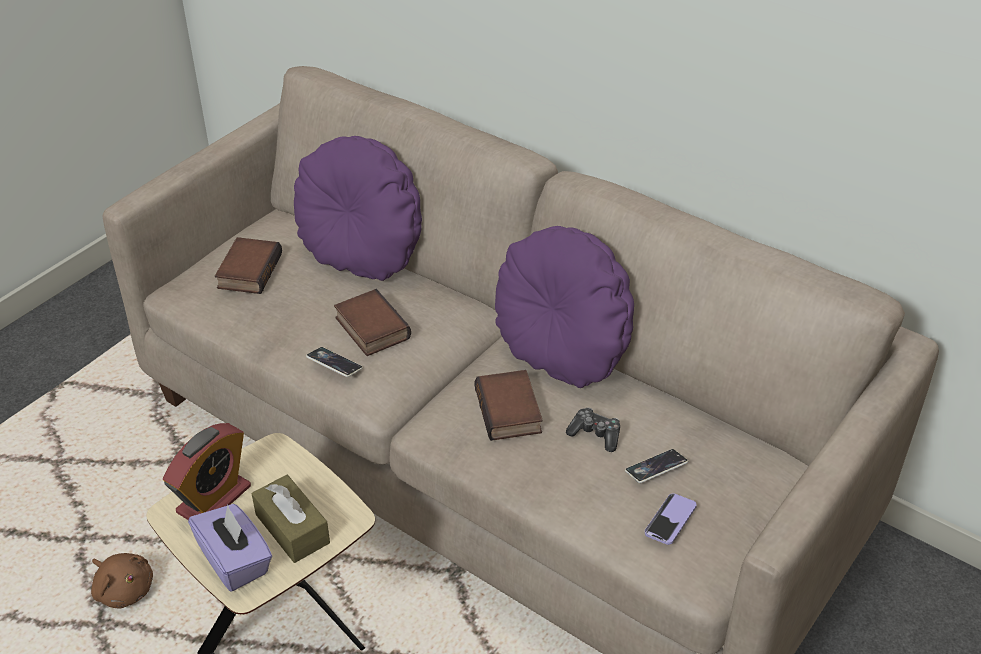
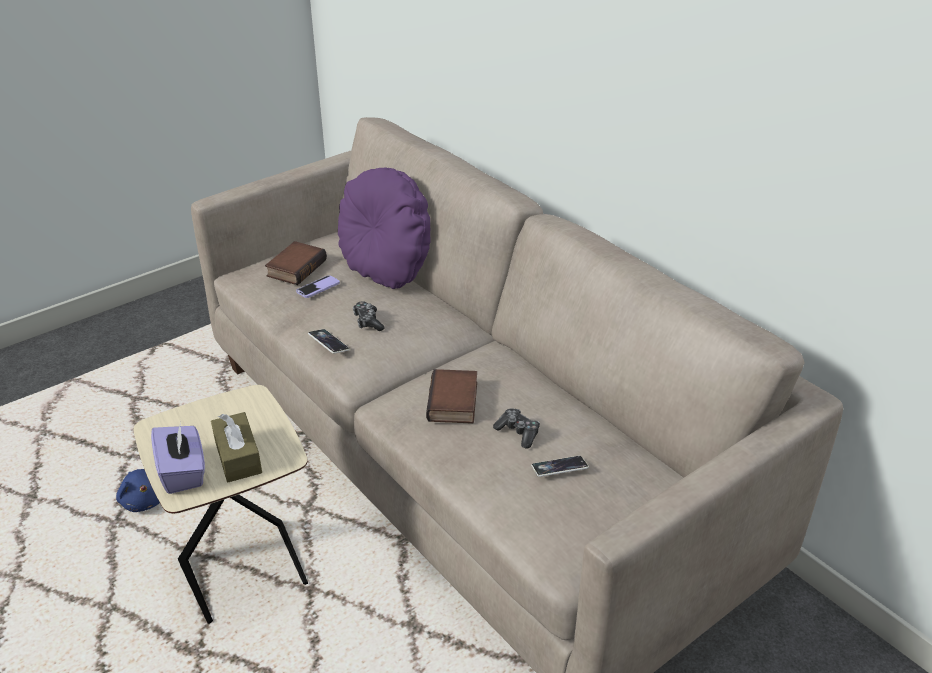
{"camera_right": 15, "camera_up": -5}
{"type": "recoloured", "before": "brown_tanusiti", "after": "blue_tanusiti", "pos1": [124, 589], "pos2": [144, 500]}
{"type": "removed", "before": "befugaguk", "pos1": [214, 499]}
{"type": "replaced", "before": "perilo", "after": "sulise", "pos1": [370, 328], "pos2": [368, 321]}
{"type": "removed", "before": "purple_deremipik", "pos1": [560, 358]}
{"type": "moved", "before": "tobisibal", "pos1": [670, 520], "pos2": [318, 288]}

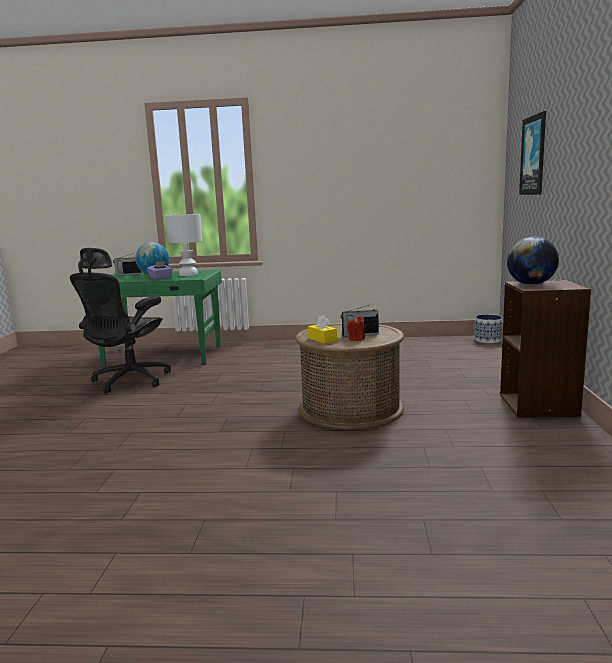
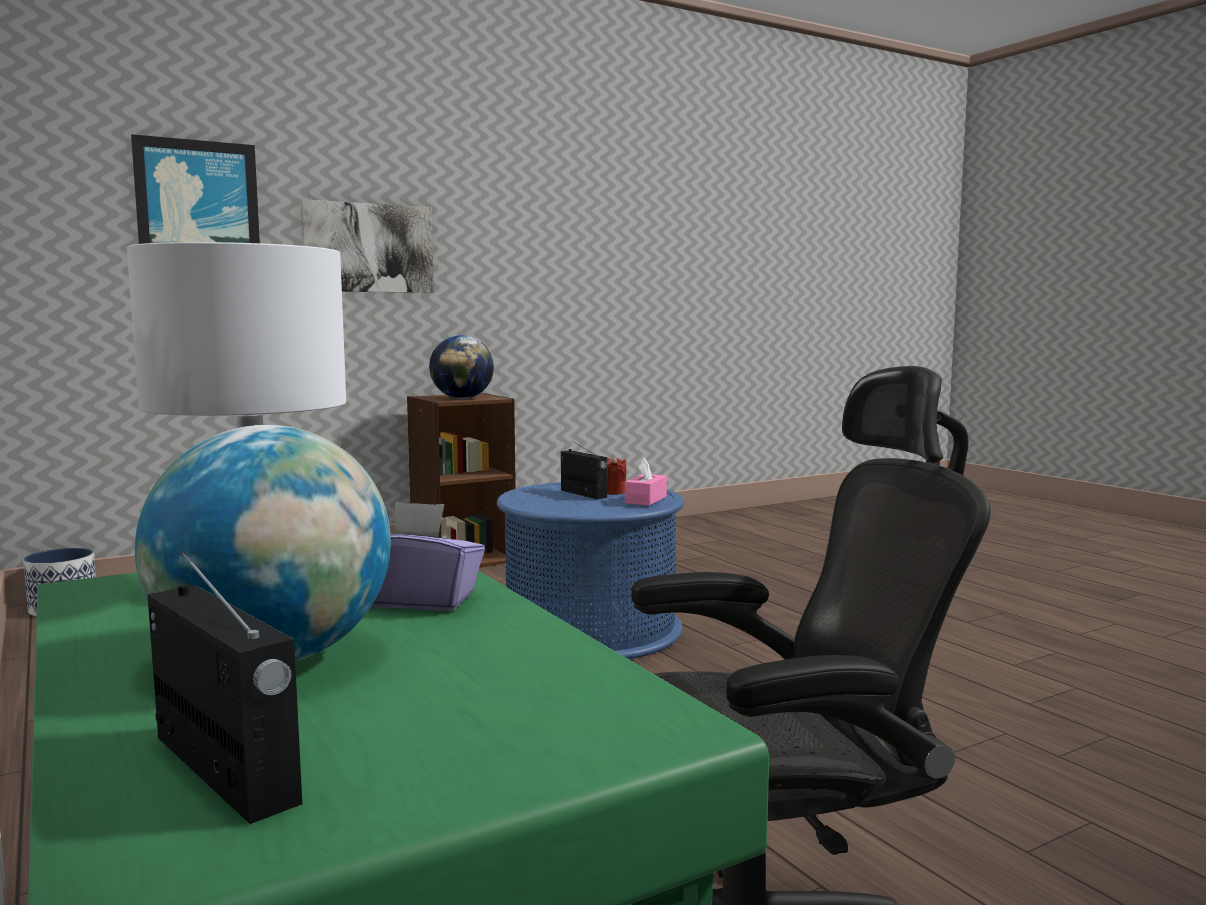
{"camera_right": -125, "camera_up": -5}
{"type": "recoloured", "before": "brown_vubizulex", "after": "blue_vubizulex", "pos1": [351, 409], "pos2": [590, 629]}
{"type": "recoloured", "before": "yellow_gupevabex", "after": "pink_gupevabex", "pos1": [322, 339], "pos2": [646, 500]}
{"type": "added", "after": "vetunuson", "pos2": [368, 248]}

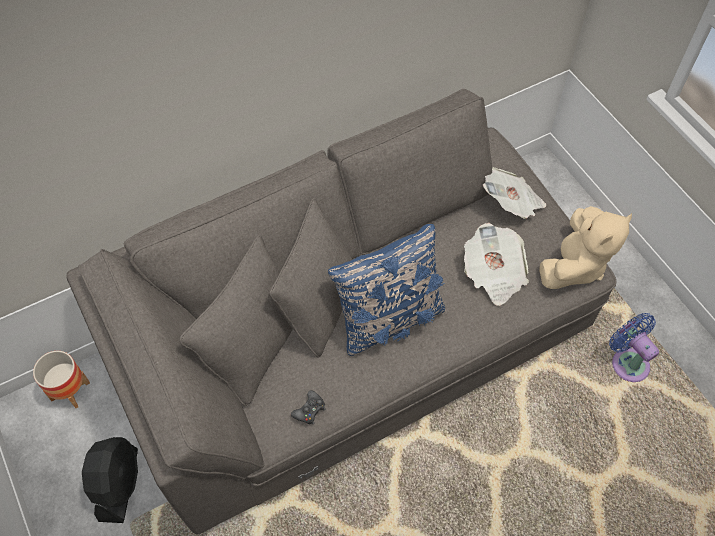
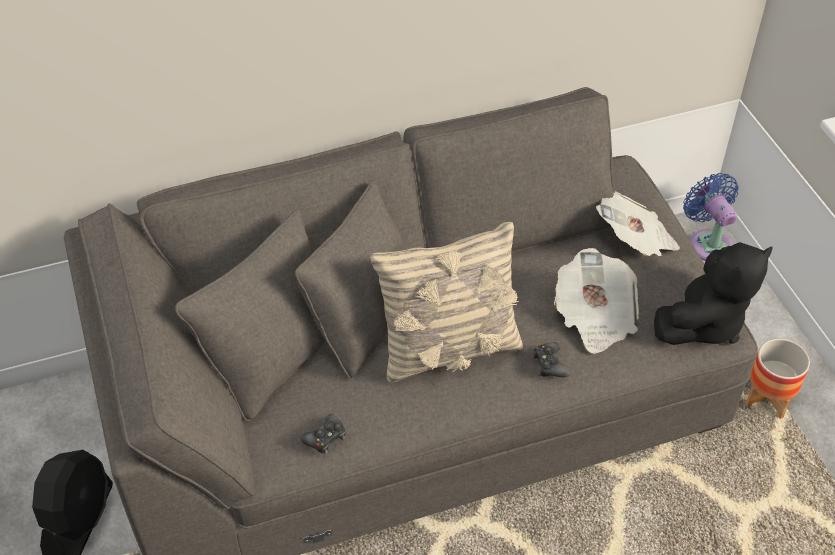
{"camera_right": 10, "camera_up": -10}
{"type": "moved", "before": "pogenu", "pos1": [70, 391], "pos2": [768, 399]}
{"type": "recoloured", "before": "blue_deremipik", "after": "beige_deremipik", "pos1": [389, 320], "pos2": [449, 350]}
{"type": "recoloured", "before": "beige_tanusiti", "after": "black_tanusiti", "pos1": [574, 265], "pos2": [703, 323]}
{"type": "moved", "before": "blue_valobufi", "pos1": [627, 361], "pos2": [708, 242]}
{"type": "added", "after": "black_sulise", "pos2": [549, 364]}

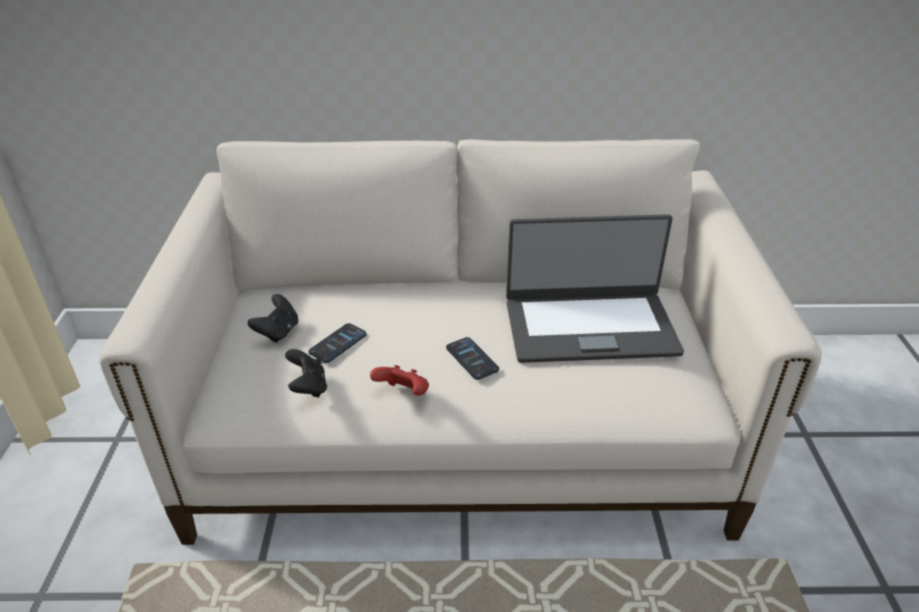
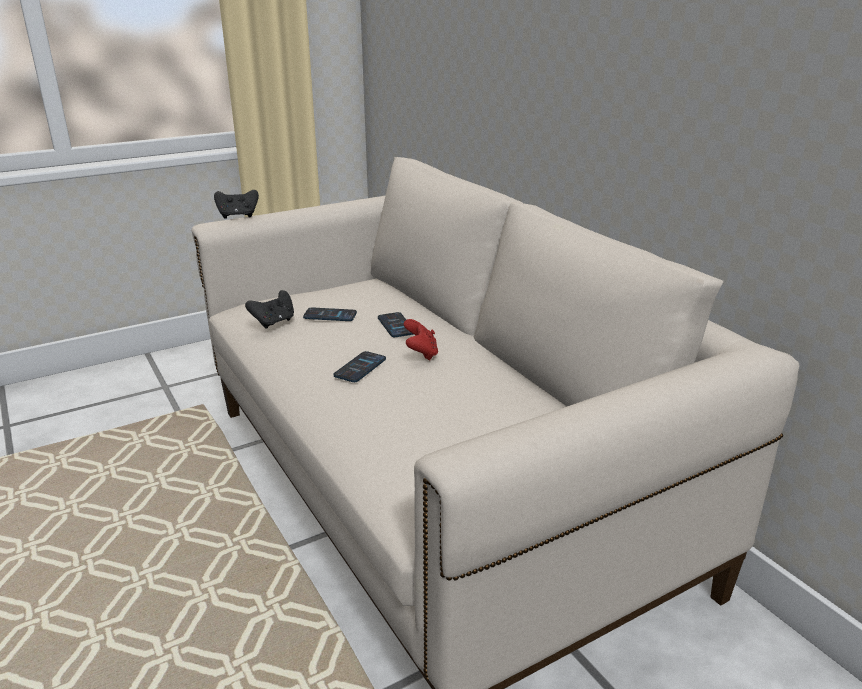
{"camera_right": 60, "camera_up": -10}
{"type": "moved", "before": "black_sulise", "pos1": [278, 332], "pos2": [238, 216]}
{"type": "moved", "before": "red_sulise", "pos1": [403, 394], "pos2": [421, 354]}
{"type": "removed", "before": "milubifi", "pos1": [589, 326]}
{"type": "added", "after": "tobisibal", "pos2": [396, 326]}

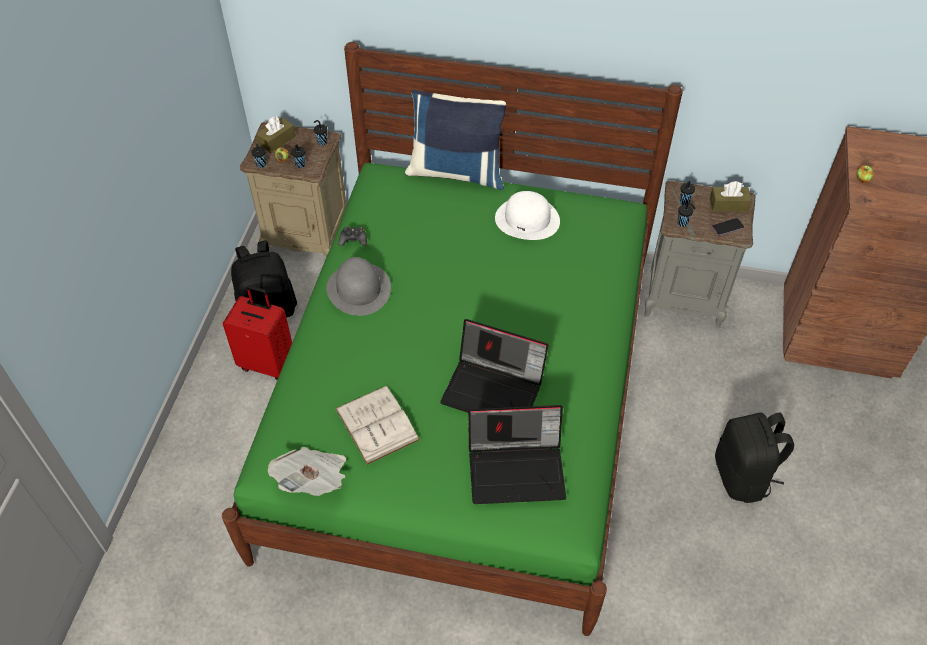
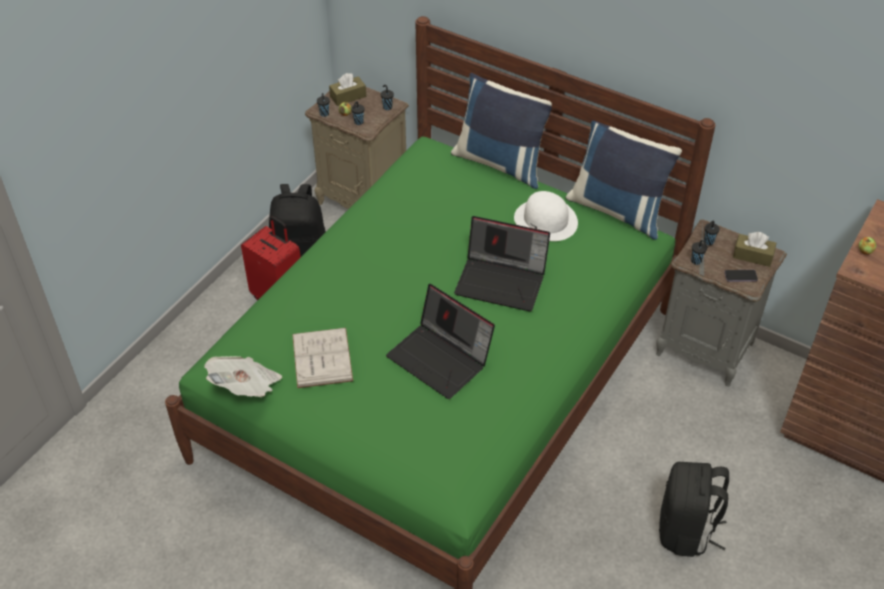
{"camera_right": 20, "camera_up": -5}
{"type": "removed", "before": "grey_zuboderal", "pos1": [359, 289]}
{"type": "removed", "before": "black_sulise", "pos1": [353, 240]}
{"type": "moved", "before": "milubifi", "pos1": [517, 468], "pos2": [502, 281]}
{"type": "added", "after": "blue_deremipik", "pos2": [618, 210]}

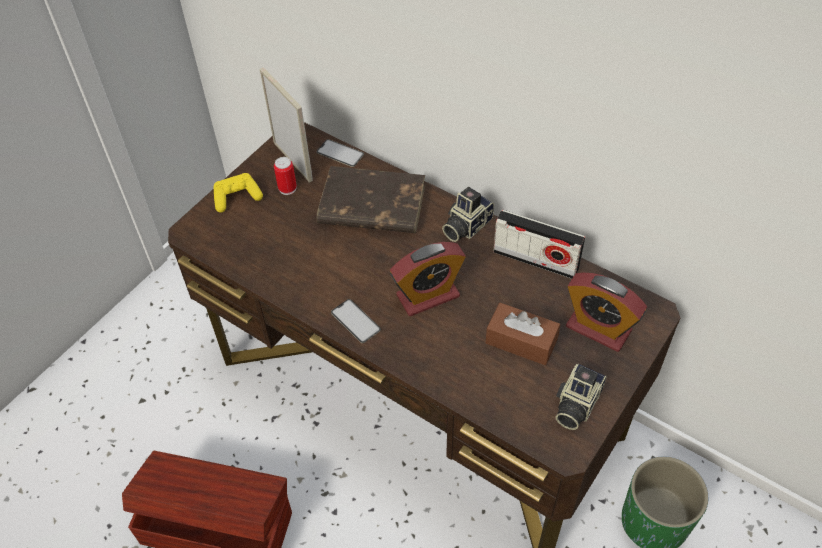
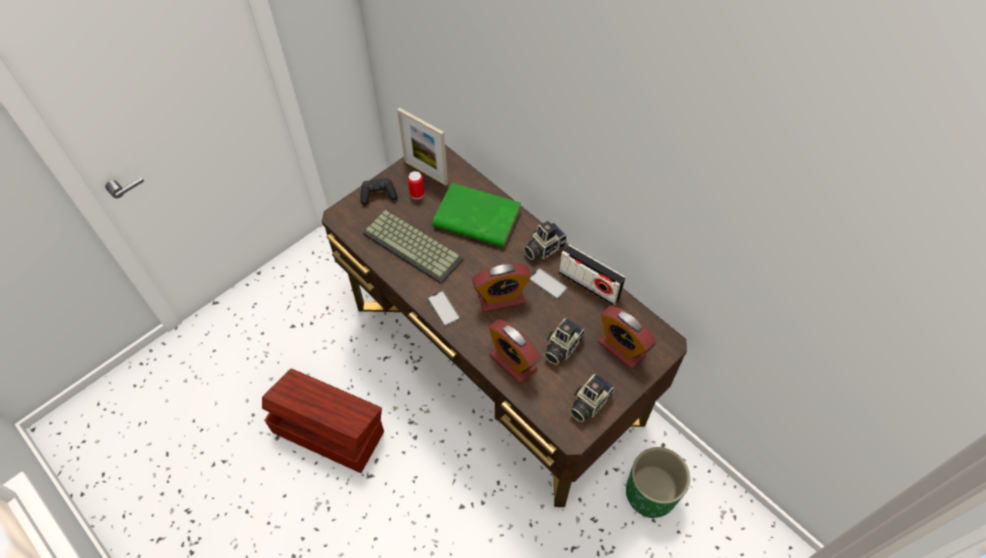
{"camera_right": 10, "camera_up": 5}
{"type": "recoloured", "before": "yellow_sulise", "after": "black_sulise", "pos1": [237, 198], "pos2": [378, 195]}
{"type": "turned", "before": "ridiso", "pos1": [293, 161], "pos2": [426, 172], "turn": 150}
{"type": "moved", "before": "tobisibal", "pos1": [340, 153], "pos2": [548, 283]}
{"type": "recoloured", "before": "brown_perilo", "after": "green_perilo", "pos1": [371, 205], "pos2": [476, 218]}
{"type": "replaced", "before": "brown_gupevabex", "after": "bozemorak", "pos1": [521, 341], "pos2": [561, 347]}
{"type": "added", "after": "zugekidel", "pos2": [414, 246]}
{"type": "added", "after": "befugaguk", "pos2": [513, 362]}

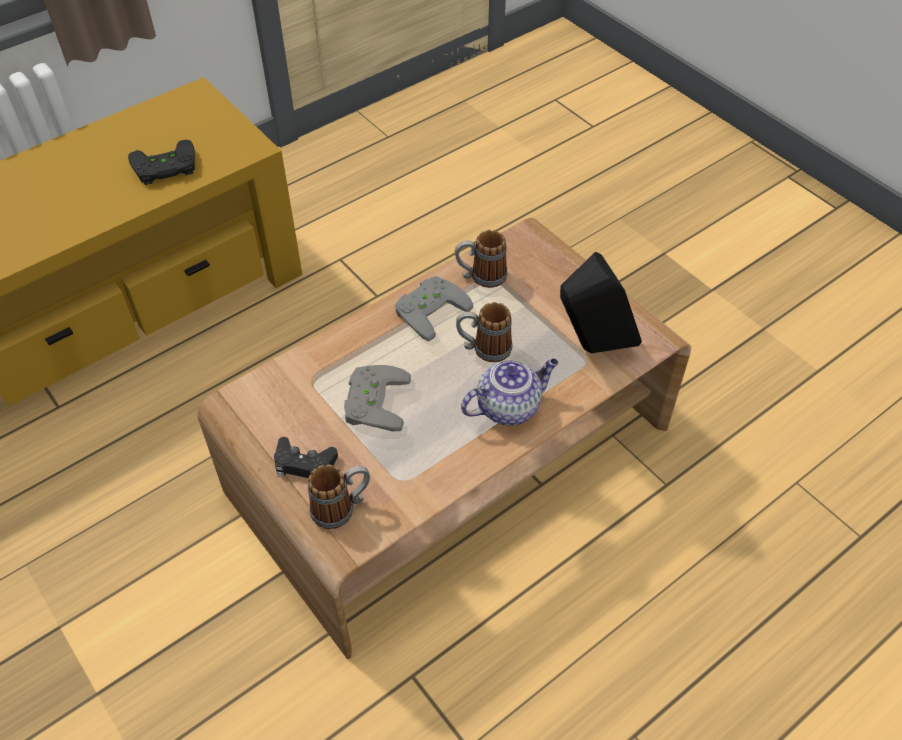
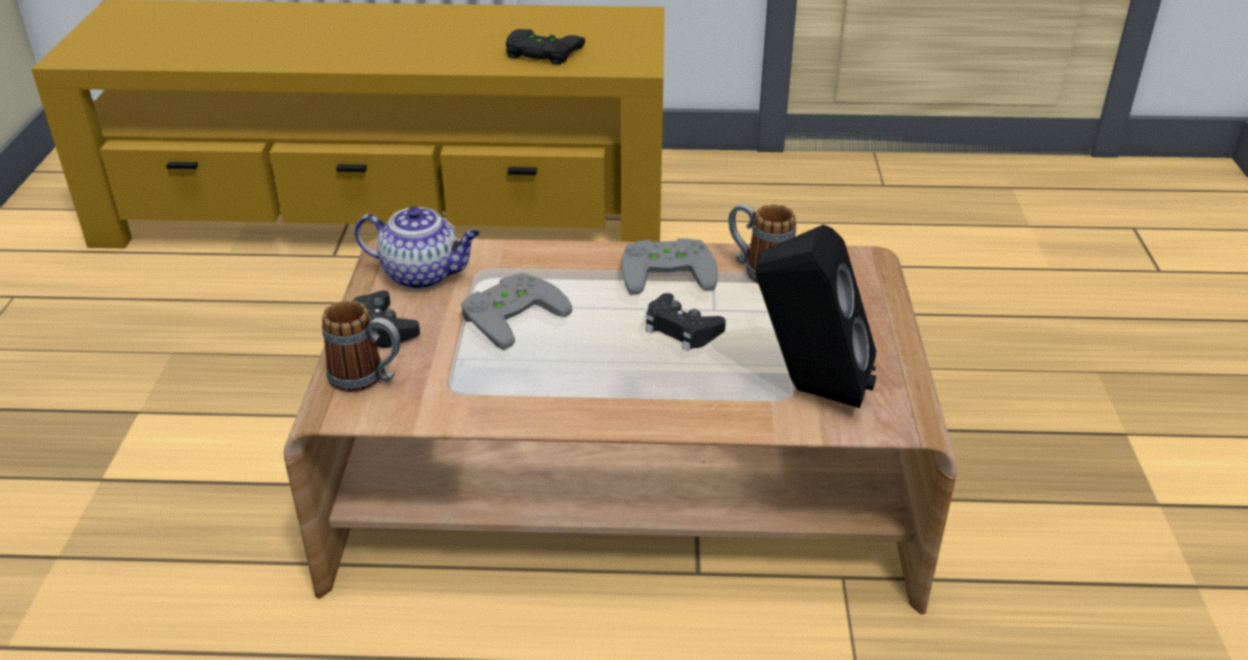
{"camera_right": 40, "camera_up": -15}
{"type": "replaced", "before": "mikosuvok", "after": "black_sulise", "pos1": [484, 349], "pos2": [681, 329]}
{"type": "moved", "before": "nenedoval", "pos1": [509, 406], "pos2": [423, 274]}

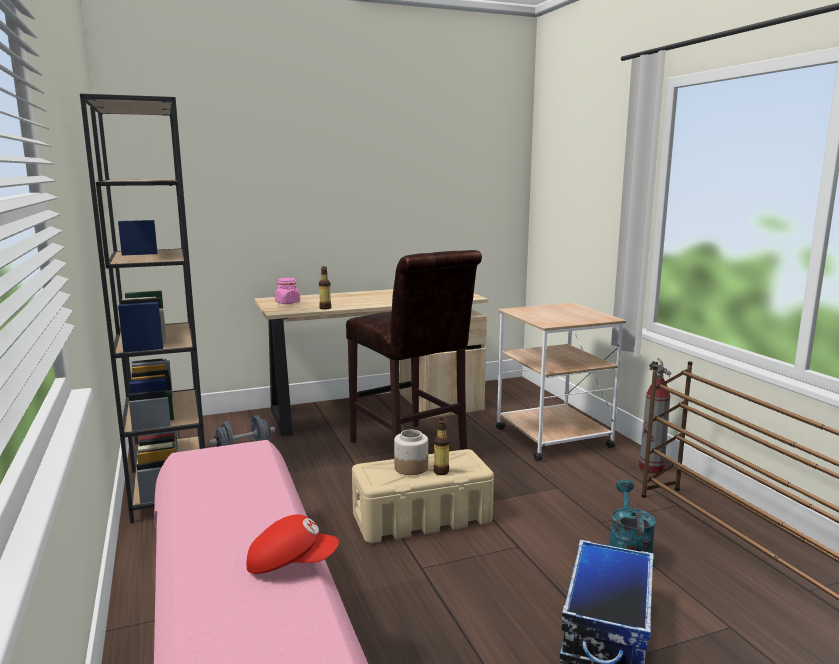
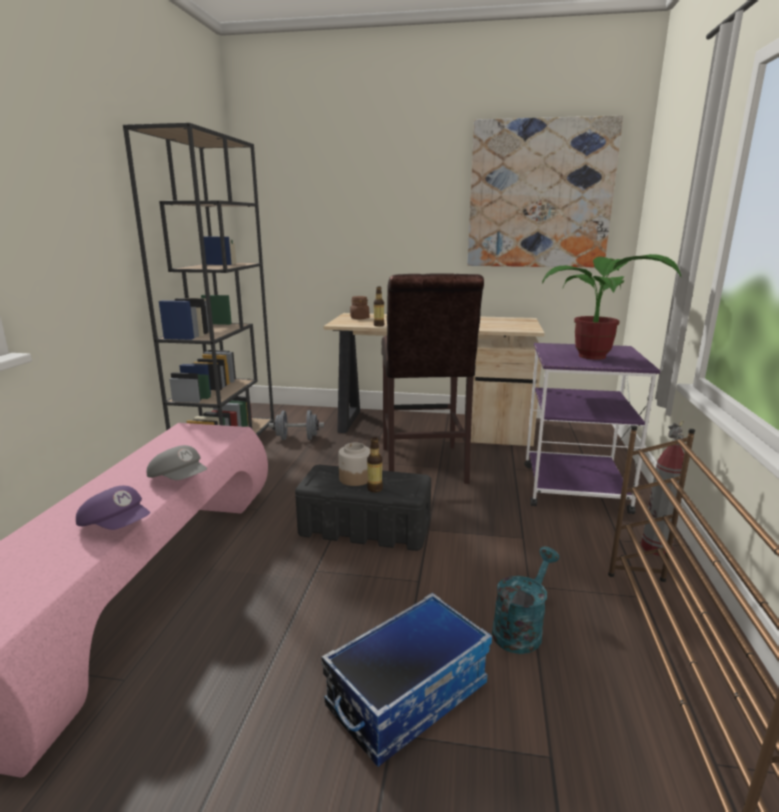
{"camera_right": 30, "camera_up": 5}
{"type": "recoloured", "before": "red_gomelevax", "after": "purple_gomelevax", "pos1": [291, 563], "pos2": [117, 526]}
{"type": "recoloured", "before": "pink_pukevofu", "after": "brown_pukevofu", "pos1": [287, 303], "pos2": [359, 318]}
{"type": "recoloured", "before": "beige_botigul", "after": "black_botigul", "pos1": [423, 518], "pos2": [366, 528]}
{"type": "recoloured", "before": "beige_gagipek", "after": "purple_gagipek", "pos1": [554, 439], "pos2": [574, 489]}
{"type": "added", "after": "grey_gomelevax", "pos2": [179, 479]}
{"type": "added", "after": "vetunuson", "pos2": [540, 195]}
{"type": "added", "after": "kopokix", "pos2": [598, 357]}

